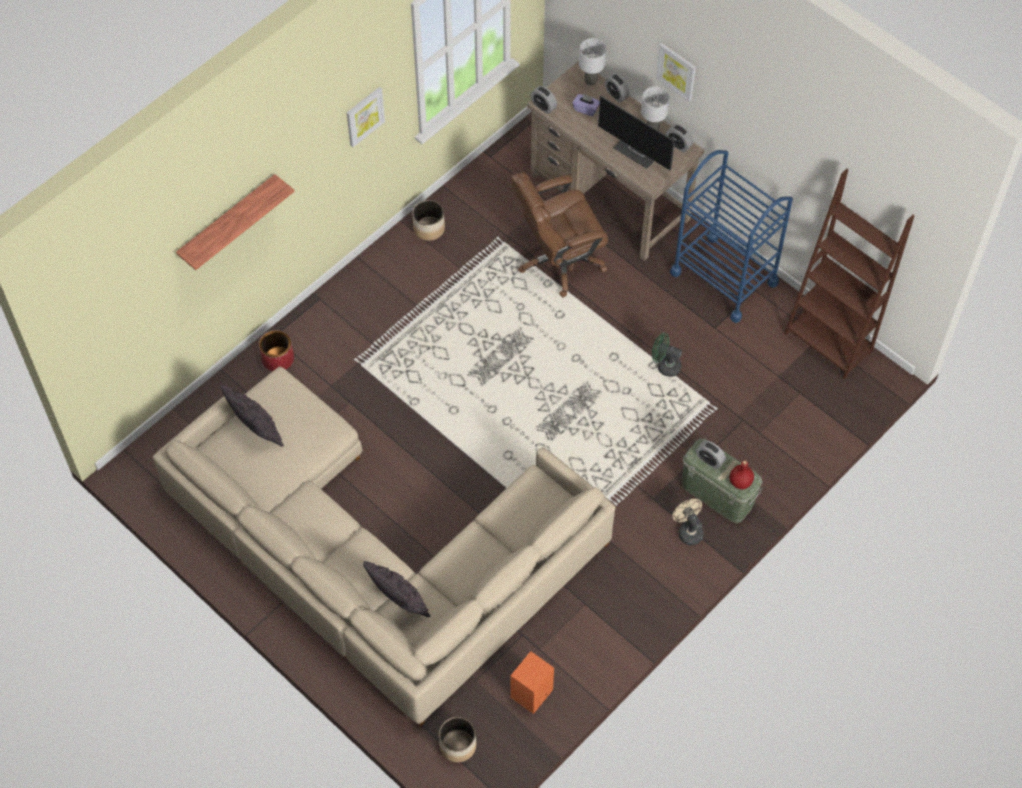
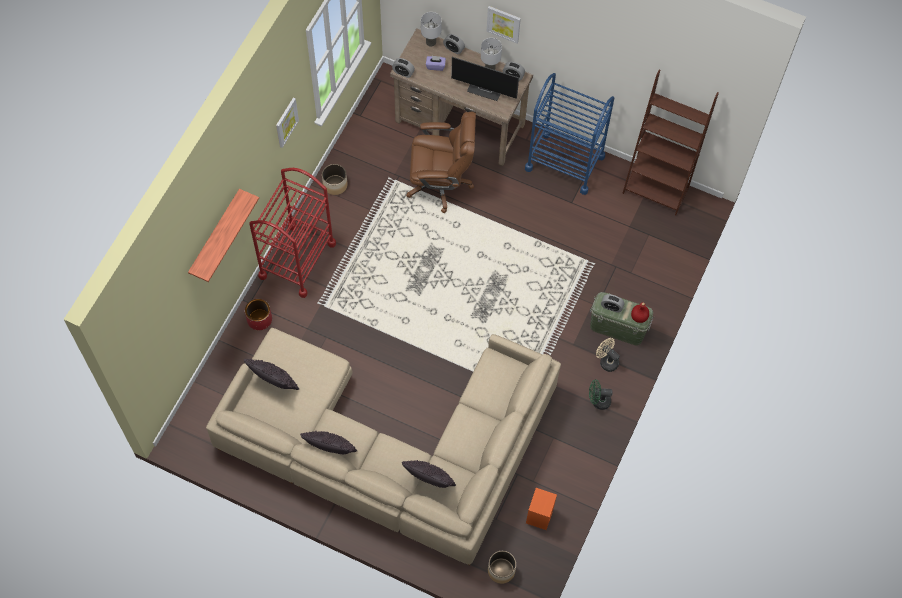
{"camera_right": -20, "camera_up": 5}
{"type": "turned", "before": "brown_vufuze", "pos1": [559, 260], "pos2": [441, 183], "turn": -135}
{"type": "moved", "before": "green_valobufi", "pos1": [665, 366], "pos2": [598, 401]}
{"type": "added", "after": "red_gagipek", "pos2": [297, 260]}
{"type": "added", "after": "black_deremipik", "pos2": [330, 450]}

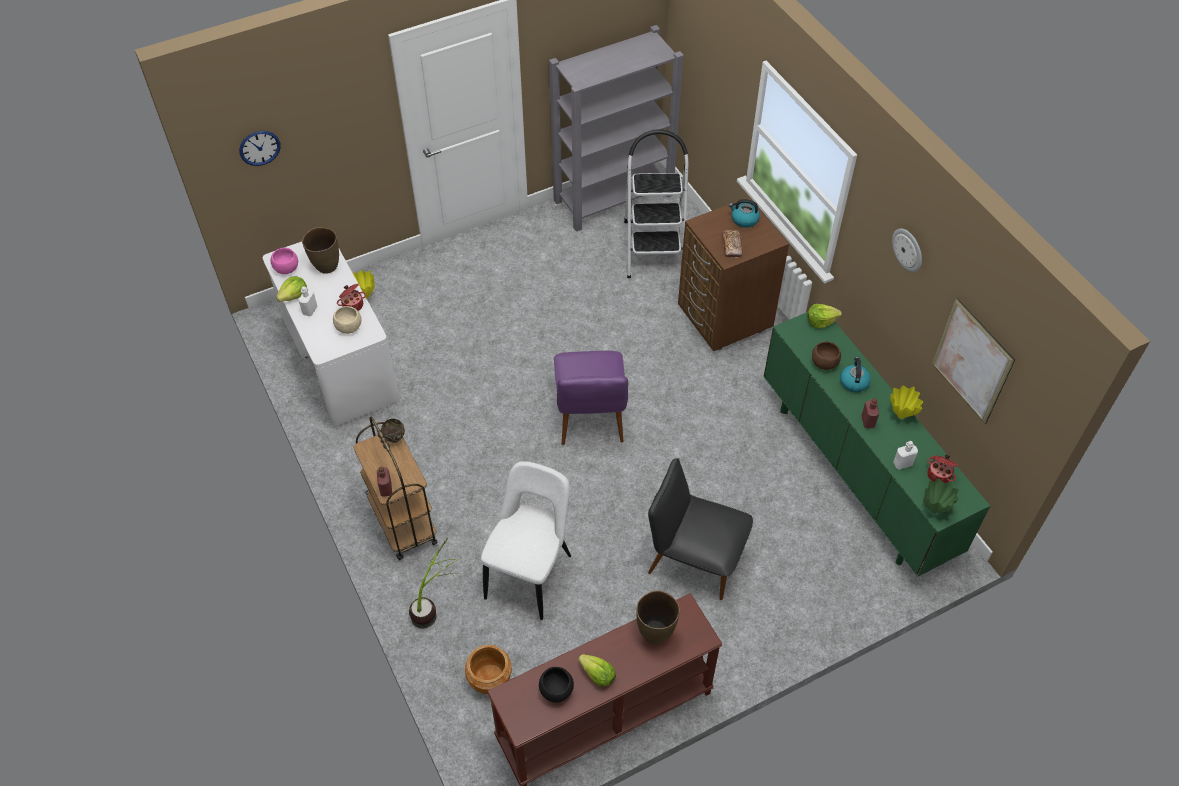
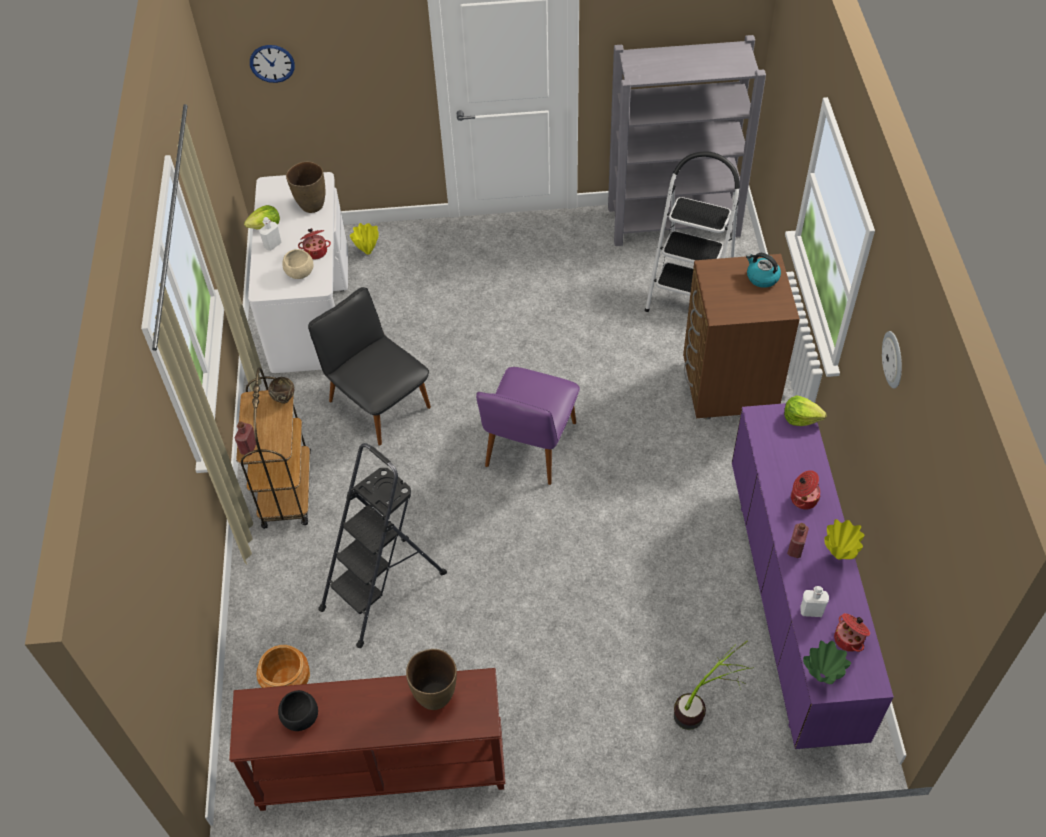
{"camera_right": 25, "camera_up": 0}
{"type": "removed", "before": "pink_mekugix", "pos1": [287, 269]}
{"type": "moved", "before": "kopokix", "pos1": [435, 606], "pos2": [704, 707]}
{"type": "replaced", "before": "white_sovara", "after": "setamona", "pos1": [530, 573], "pos2": [384, 589]}
{"type": "removed", "before": "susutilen", "pos1": [598, 675]}
{"type": "moved", "before": "black_sovara", "pos1": [695, 559], "pos2": [379, 404]}
{"type": "removed", "before": "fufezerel", "pos1": [732, 246]}
{"type": "recoloured", "before": "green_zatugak", "after": "purple_zatugak", "pos1": [856, 475], "pos2": [792, 609]}
{"type": "removed", "before": "brown_mekugix", "pos1": [824, 364]}
{"type": "replaced", "before": "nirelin", "after": "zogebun", "pos1": [853, 382], "pos2": [803, 498]}
{"type": "removed", "before": "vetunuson", "pos1": [971, 361]}

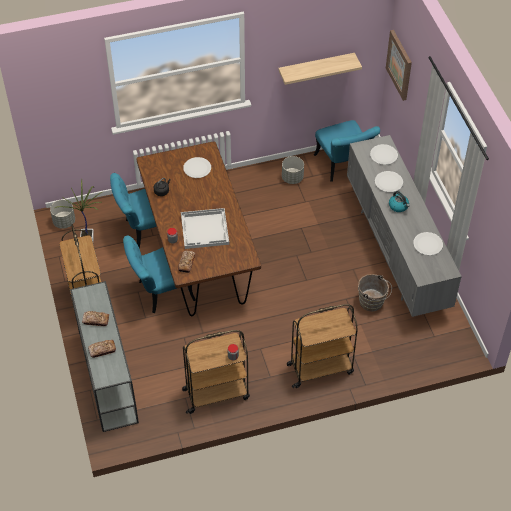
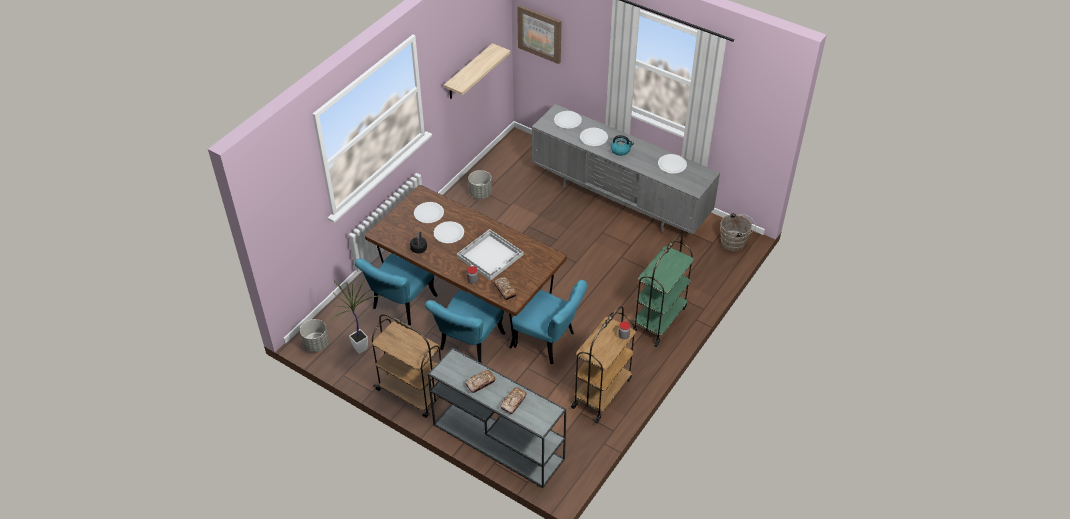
{"camera_right": -40, "camera_up": -5}
{"type": "recoloured", "before": "brown_gagipek", "after": "green_gagipek", "pos1": [321, 369], "pos2": [659, 320]}
{"type": "moved", "before": "turquoise_sovara", "pos1": [343, 167], "pos2": [548, 342]}
{"type": "moved", "before": "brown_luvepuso", "pos1": [373, 303], "pos2": [735, 243]}
{"type": "added", "after": "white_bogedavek", "pos2": [448, 233]}

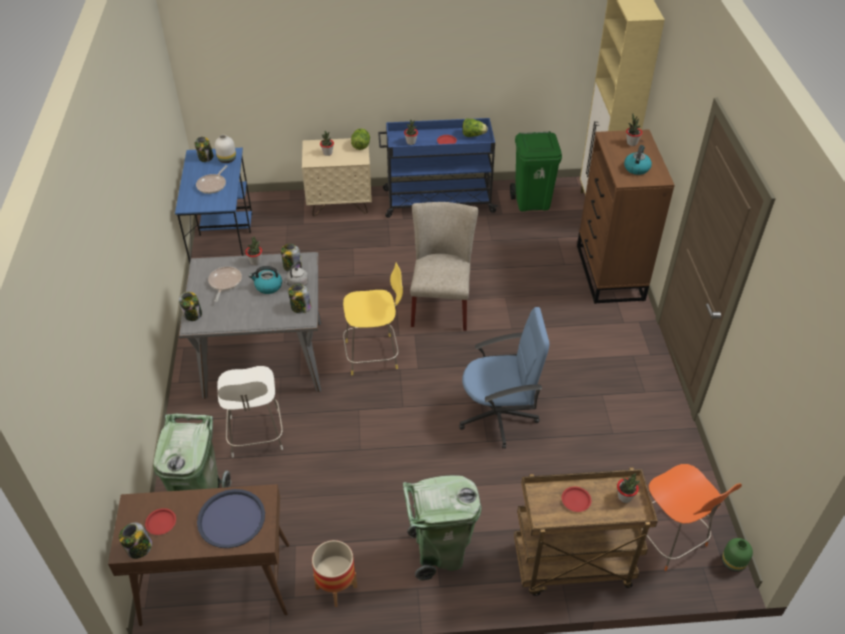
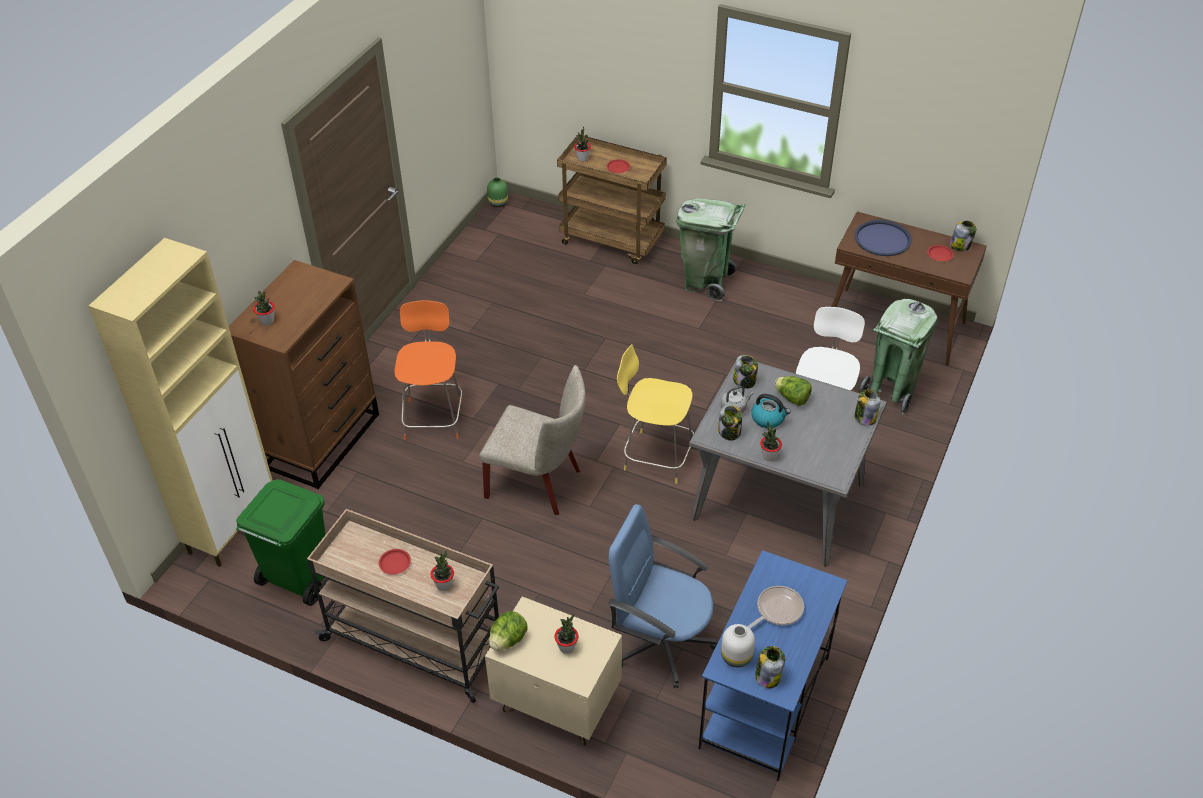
{"camera_right": -150, "camera_up": 0}
{"type": "removed", "before": "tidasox", "pos1": [224, 283]}
{"type": "removed", "before": "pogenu", "pos1": [336, 587]}
{"type": "recoloured", "before": "blue_gagipek", "after": "beige_gagipek", "pos1": [437, 201], "pos2": [417, 643]}
{"type": "turned", "before": "beige_sovara", "pos1": [441, 303], "pos2": [539, 484], "turn": -105}
{"type": "moved", "before": "blue_vufuze", "pos1": [499, 416], "pos2": [661, 642]}
{"type": "moved", "before": "susutilen", "pos1": [473, 135], "pos2": [792, 398]}
{"type": "removed", "before": "nirelin", "pos1": [636, 168]}
{"type": "moved", "before": "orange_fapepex", "pos1": [669, 539], "pos2": [433, 417]}

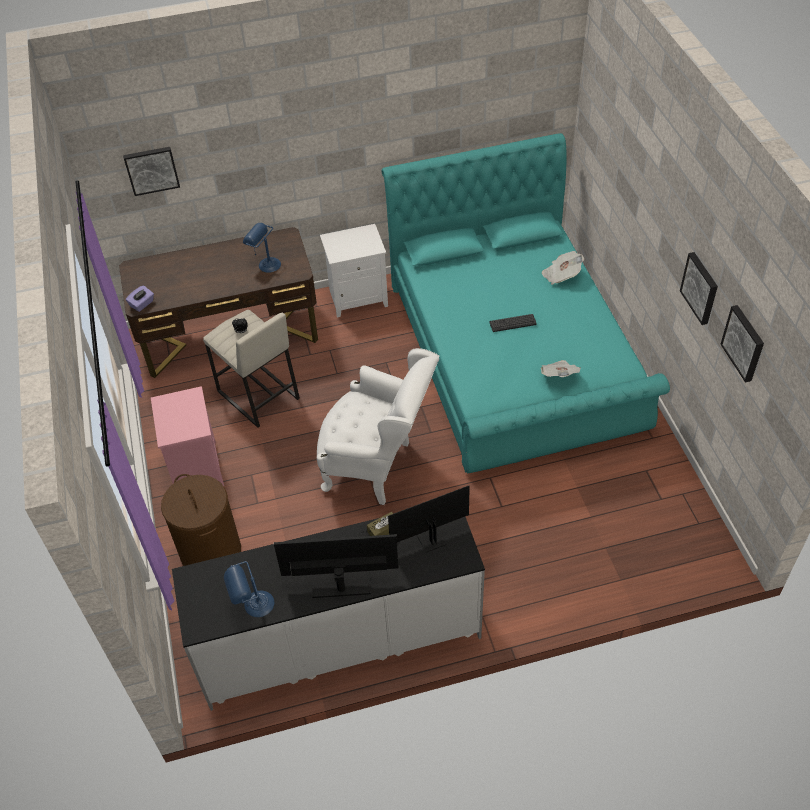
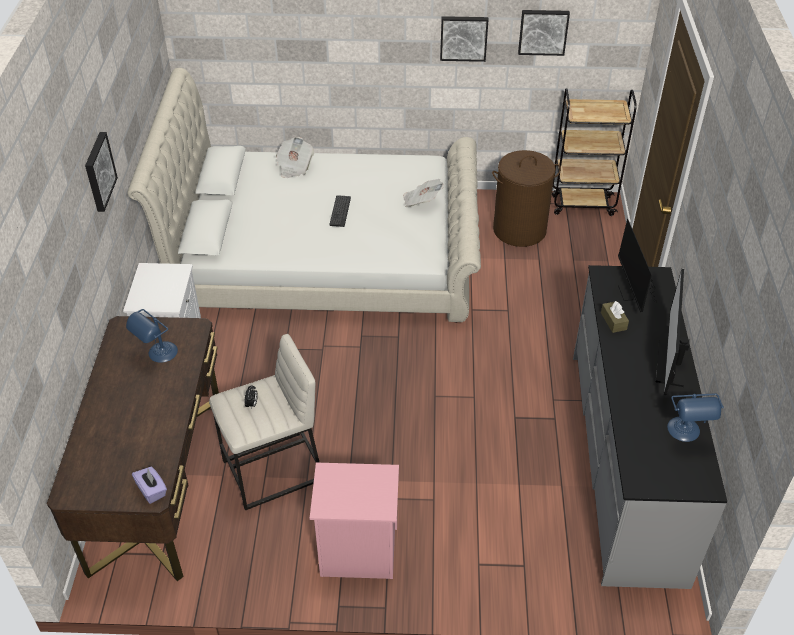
{"camera_right": -75, "camera_up": -5}
{"type": "moved", "before": "vetunuson", "pos1": [151, 169], "pos2": [98, 171]}
{"type": "moved", "before": "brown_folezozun", "pos1": [210, 552], "pos2": [519, 230]}
{"type": "removed", "before": "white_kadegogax", "pos1": [378, 468]}
{"type": "recoloured", "before": "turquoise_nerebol", "after": "beige_nerebol", "pos1": [513, 352], "pos2": [324, 254]}
{"type": "added", "after": "brown_gagipek", "pos2": [583, 205]}

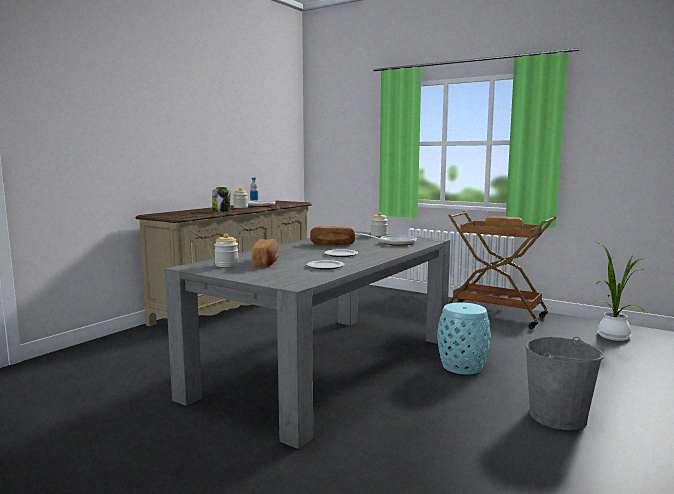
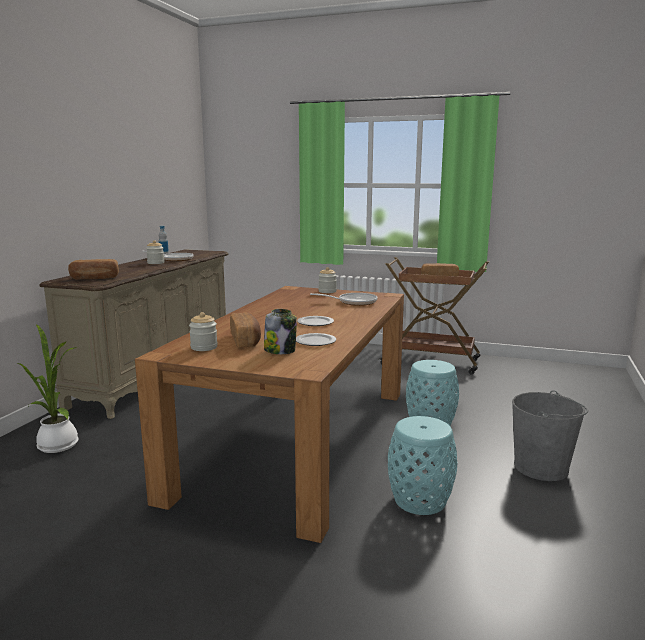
{"camera_right": -15, "camera_up": 5}
{"type": "recoloured", "before": "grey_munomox", "after": "brown_munomox", "pos1": [328, 366], "pos2": [299, 439]}
{"type": "moved", "before": "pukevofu", "pos1": [221, 211], "pos2": [280, 350]}
{"type": "moved", "before": "fufezerel", "pos1": [332, 244], "pos2": [95, 278]}
{"type": "moved", "before": "kopokix", "pos1": [612, 335], "pos2": [58, 443]}
{"type": "added", "after": "turquoise_fapepex", "pos2": [420, 501]}

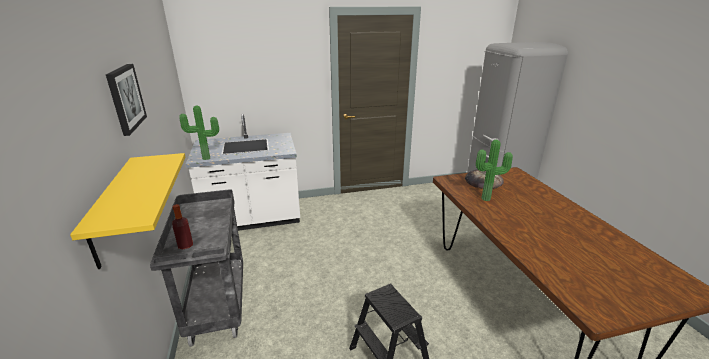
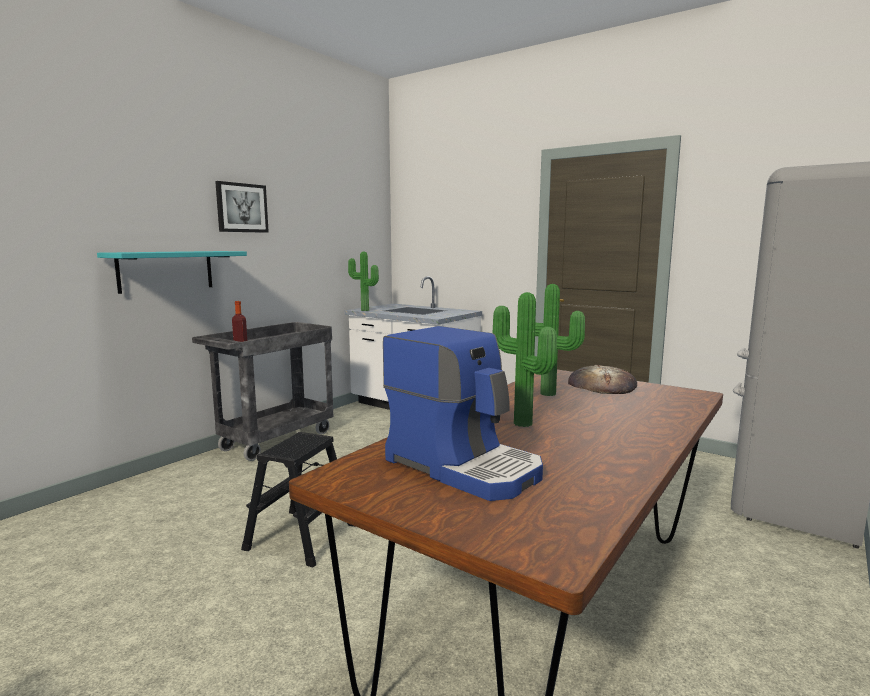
{"camera_right": 50, "camera_up": -15}
{"type": "recoloured", "before": "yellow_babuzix", "after": "turquoise_babuzix", "pos1": [113, 210], "pos2": [166, 271]}
{"type": "added", "after": "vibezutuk", "pos2": [464, 466]}
{"type": "added", "after": "kopokix", "pos2": [520, 424]}

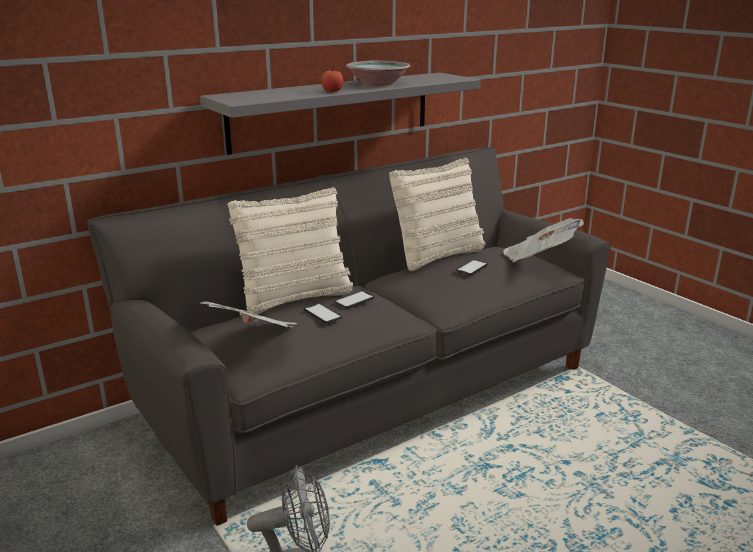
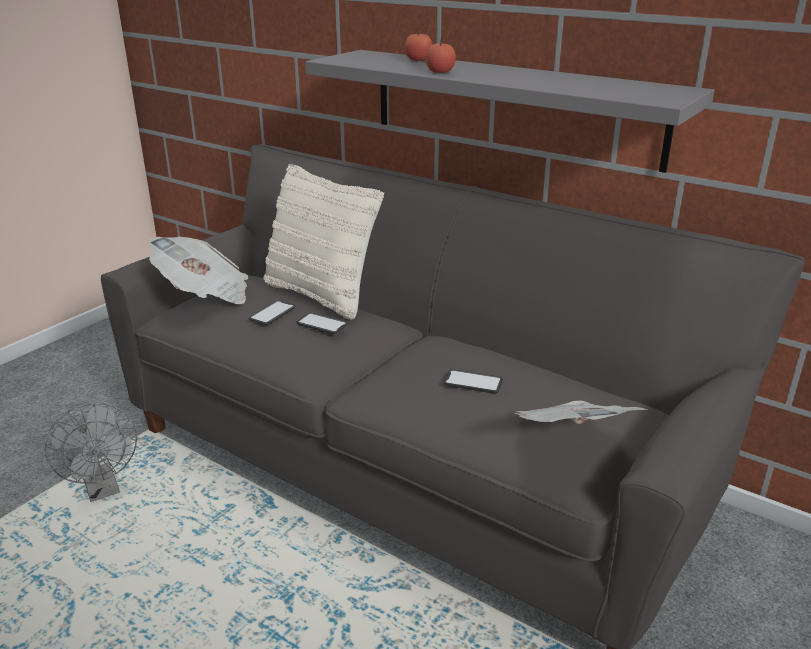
{"camera_right": 70, "camera_up": 5}
{"type": "removed", "before": "mekugix", "pos1": [377, 83]}
{"type": "removed", "before": "beige_deremipik", "pos1": [437, 256]}
{"type": "added", "after": "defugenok", "pos2": [418, 60]}

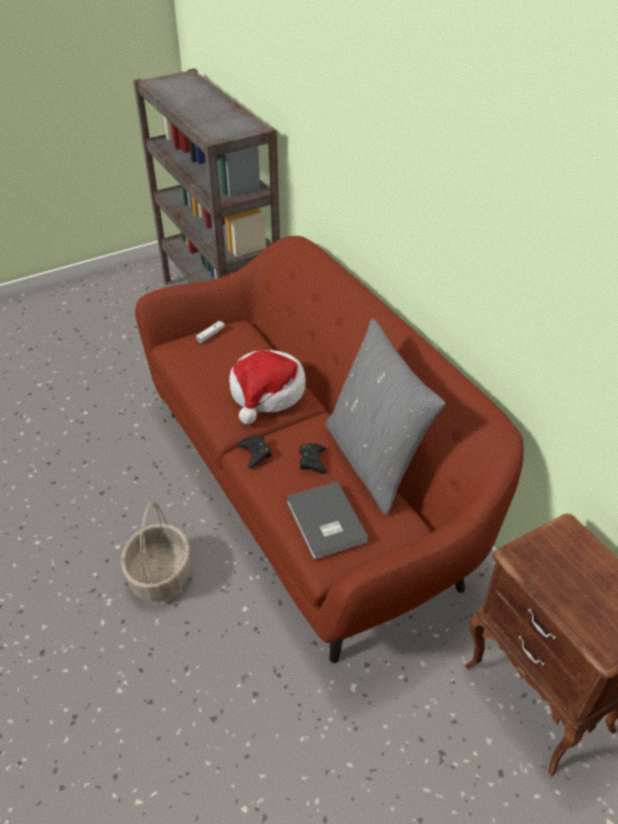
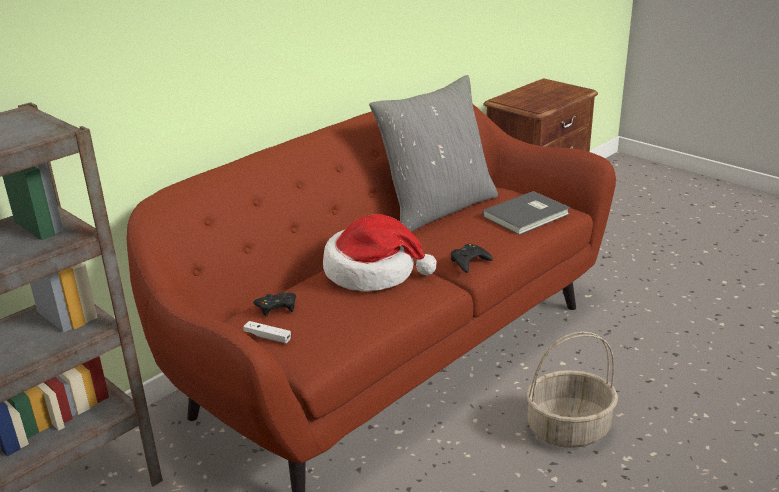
{"camera_right": -105, "camera_up": -15}
{"type": "moved", "before": "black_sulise", "pos1": [313, 461], "pos2": [276, 307]}

